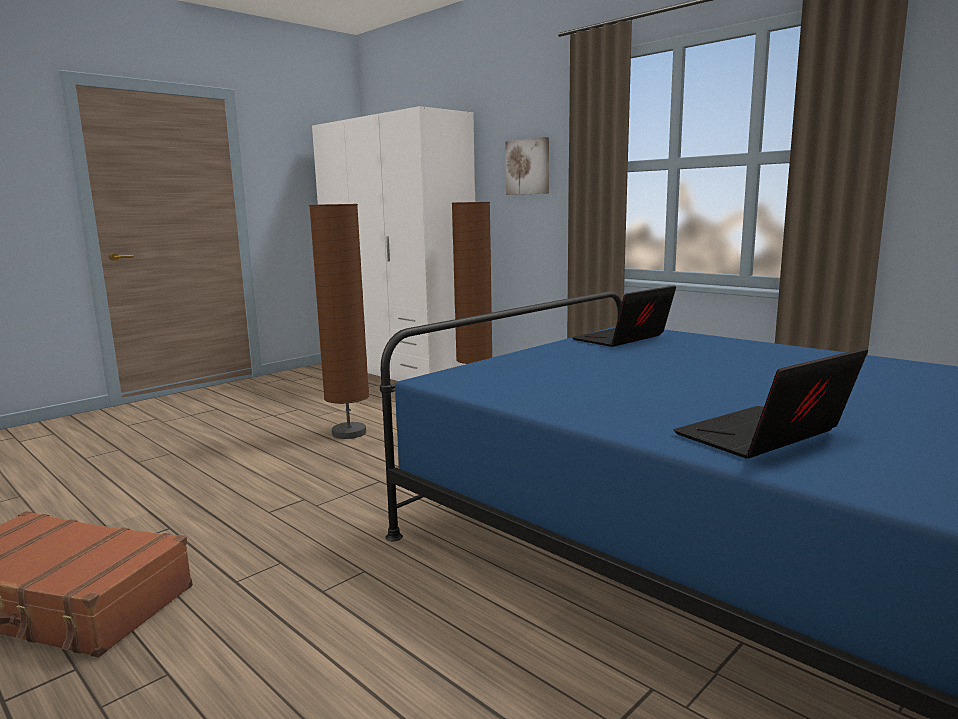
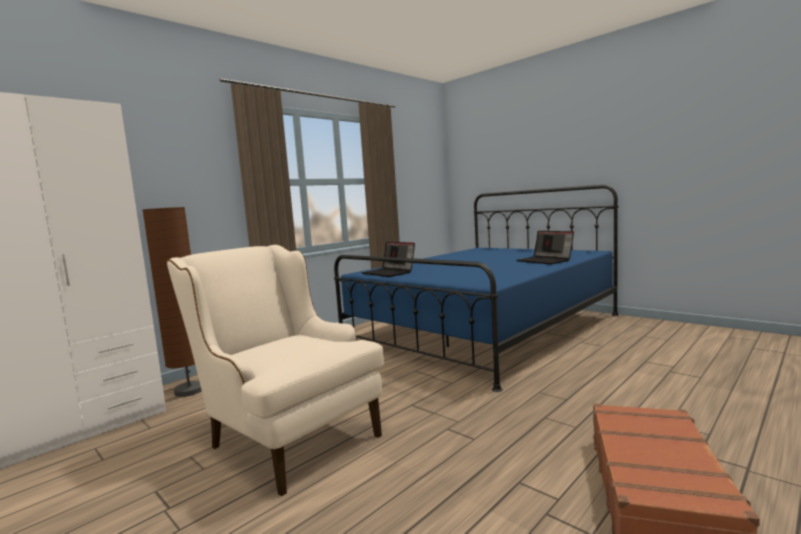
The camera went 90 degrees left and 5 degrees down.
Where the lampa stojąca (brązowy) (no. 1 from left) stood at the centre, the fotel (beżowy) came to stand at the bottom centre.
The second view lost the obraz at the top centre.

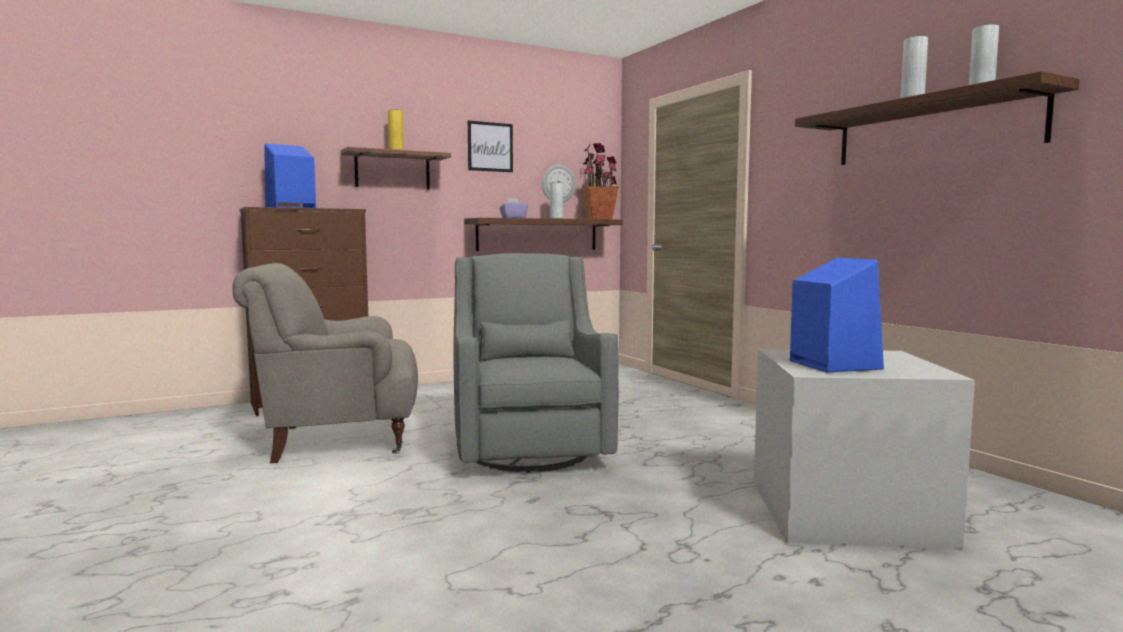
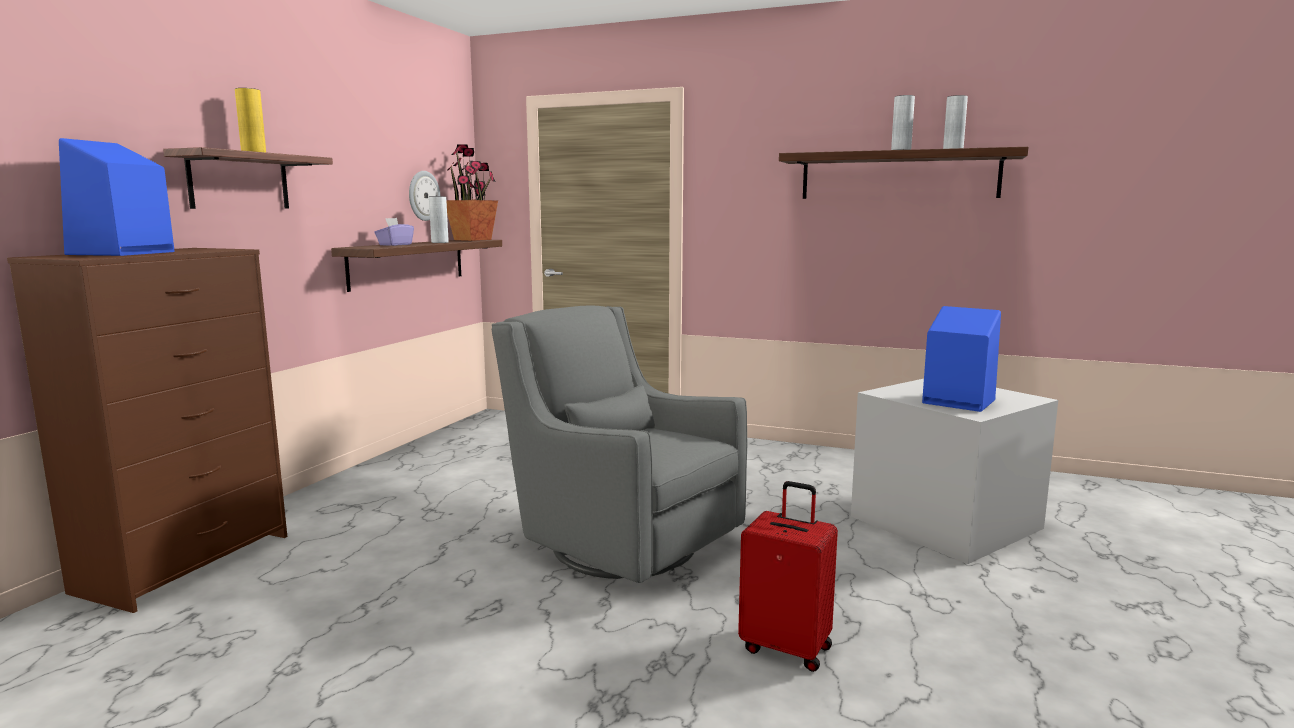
The camera went 40 degrees left and 5 degrees up.
The second view gained the walizka (czerwony) at the bottom centre.
The second view lost the fotel (szary) (no. 1 from left) at the middle left.
The second view lost the obraz at the top centre.

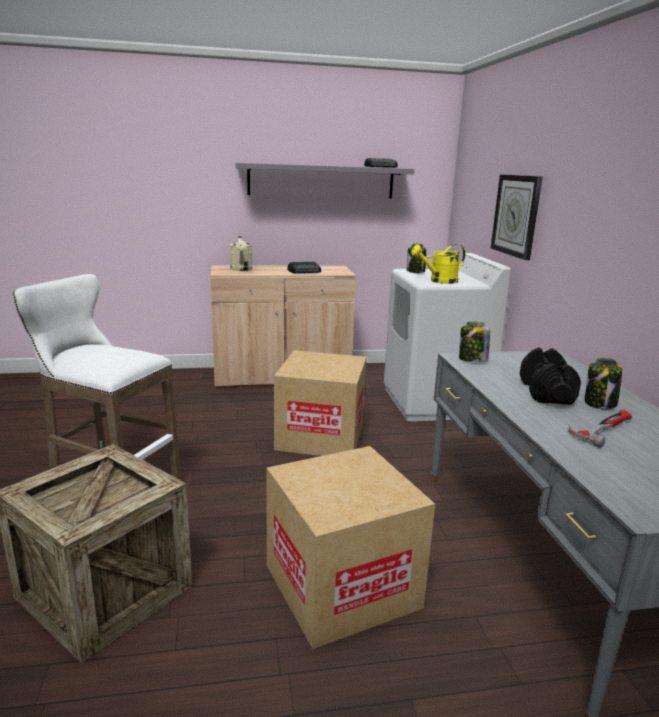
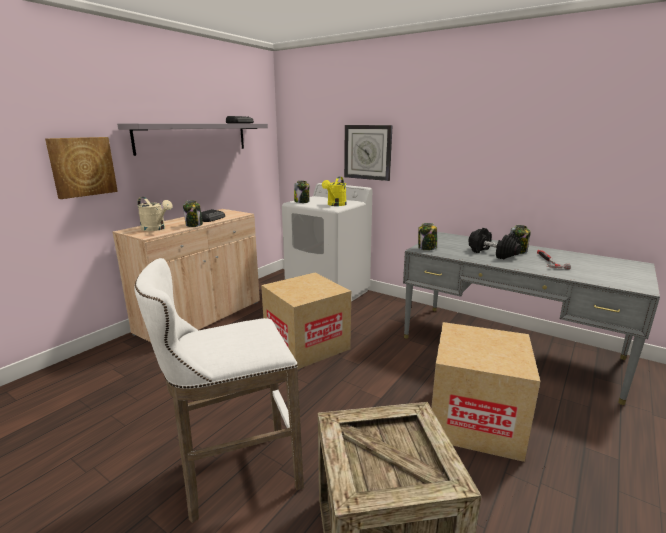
The camera went 45 degrees left and 0 degrees up.
The second view gained the obraz at the top left.
The second view gained the słoik (no. 1 from left) at the middle left.

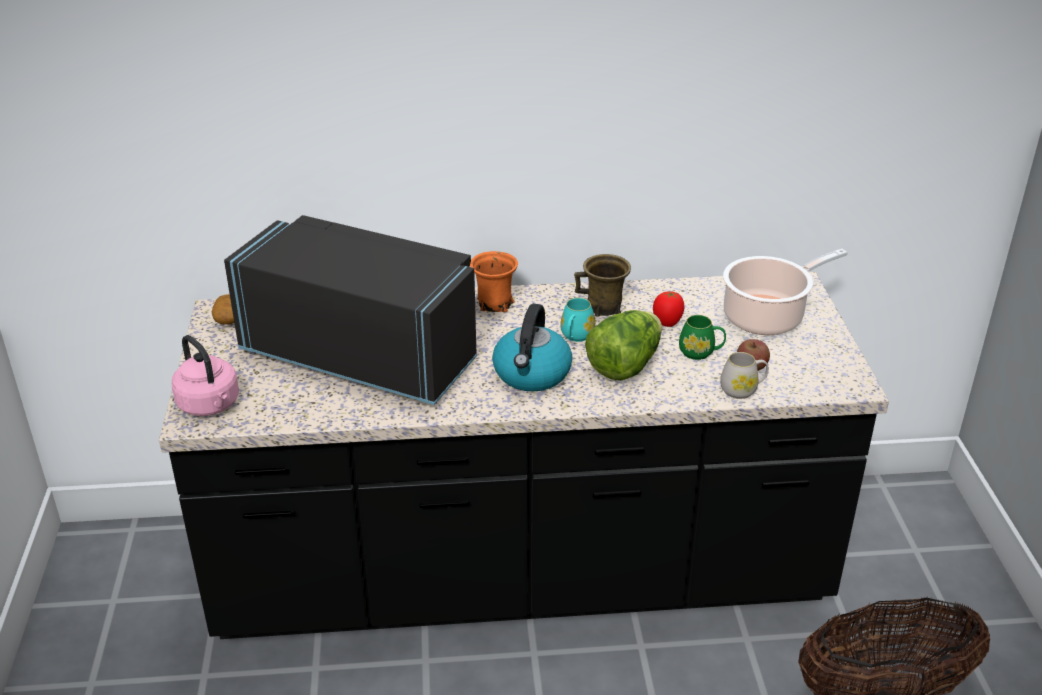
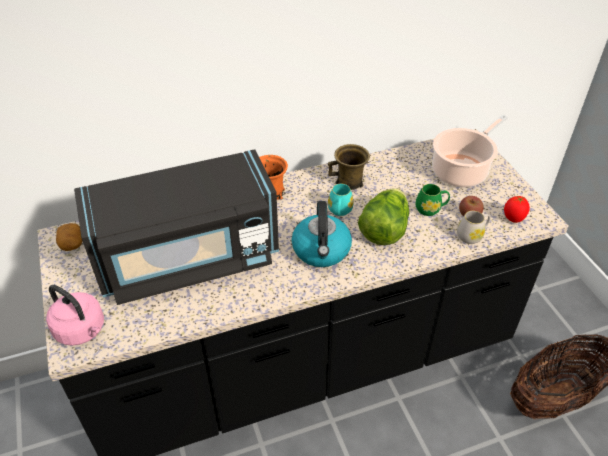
The camera went 15 degrees left and 10 degrees up.
The mikrofalówka (czarny) at the centre ended up facing another way, 150 degrees clockwise from before.
The pomidor ended up elsewhere, having gone from the centre to the middle right.

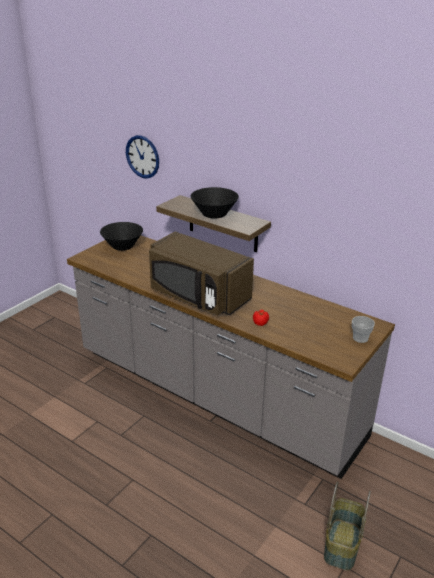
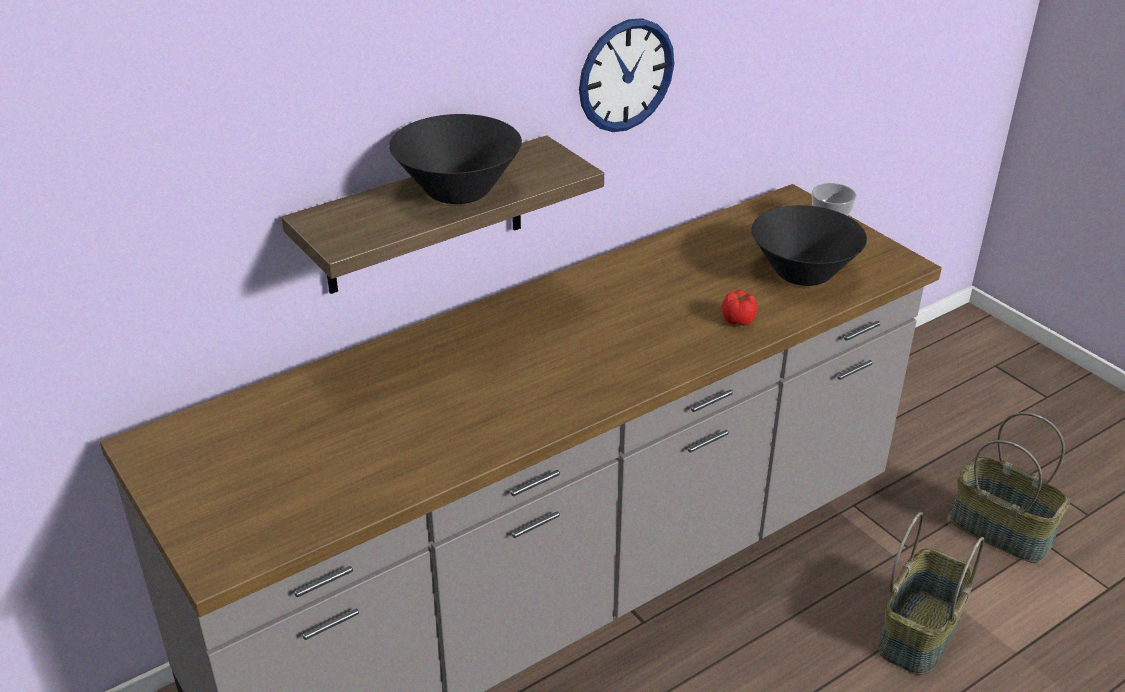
The camera went 70 degrees left and 5 degrees up.
The zegar ścienny ended up elsewhere, having gone from the top left to the top centre.
The miska (czarny) (no. 1 from left in the first image) ended up elsewhere, having gone from the middle left to the middle right.
The second view gained the koszyk (no. 1 from left) at the bottom right.
The second view lost the mikrofalówka (brązowy) at the centre.

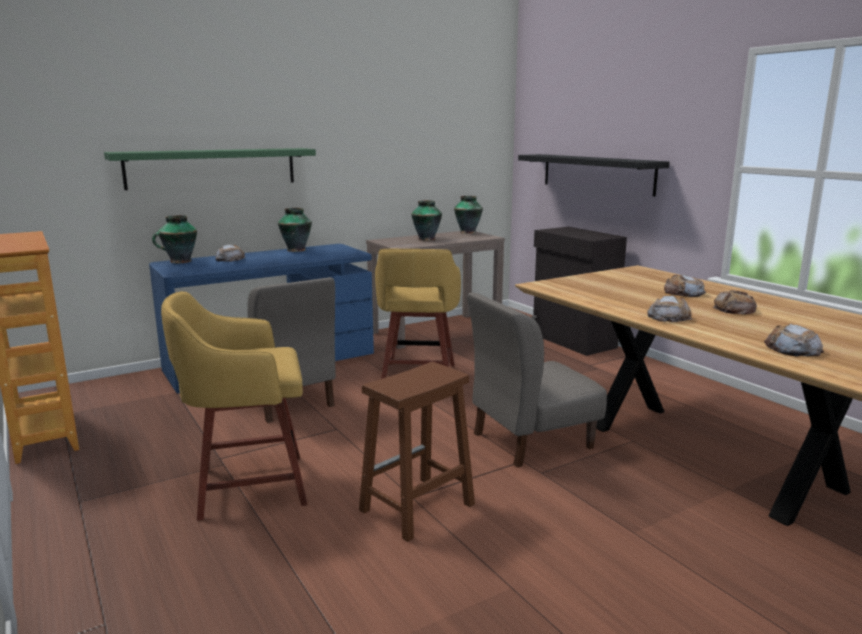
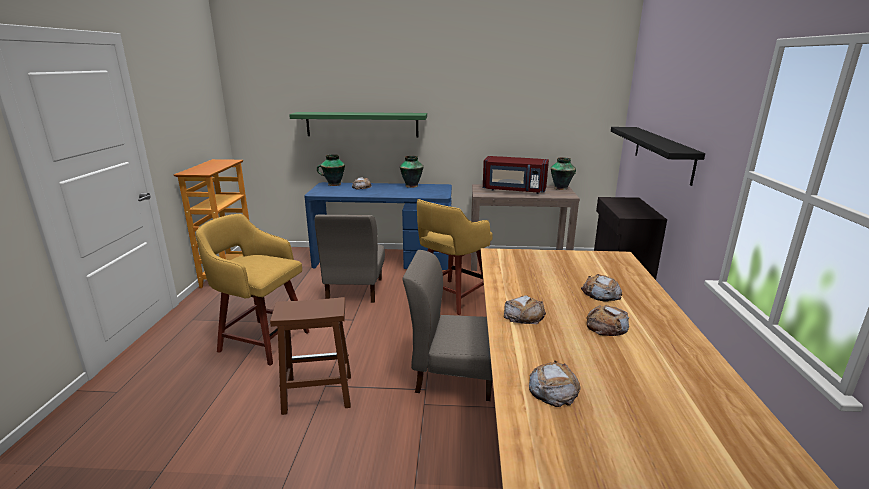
The camera went 35 degrees right and 5 degrees up.
Where the wazon (no. 3 from left) stood at the centre, the mikrofalówka (czerwony) came to stand at the centre.

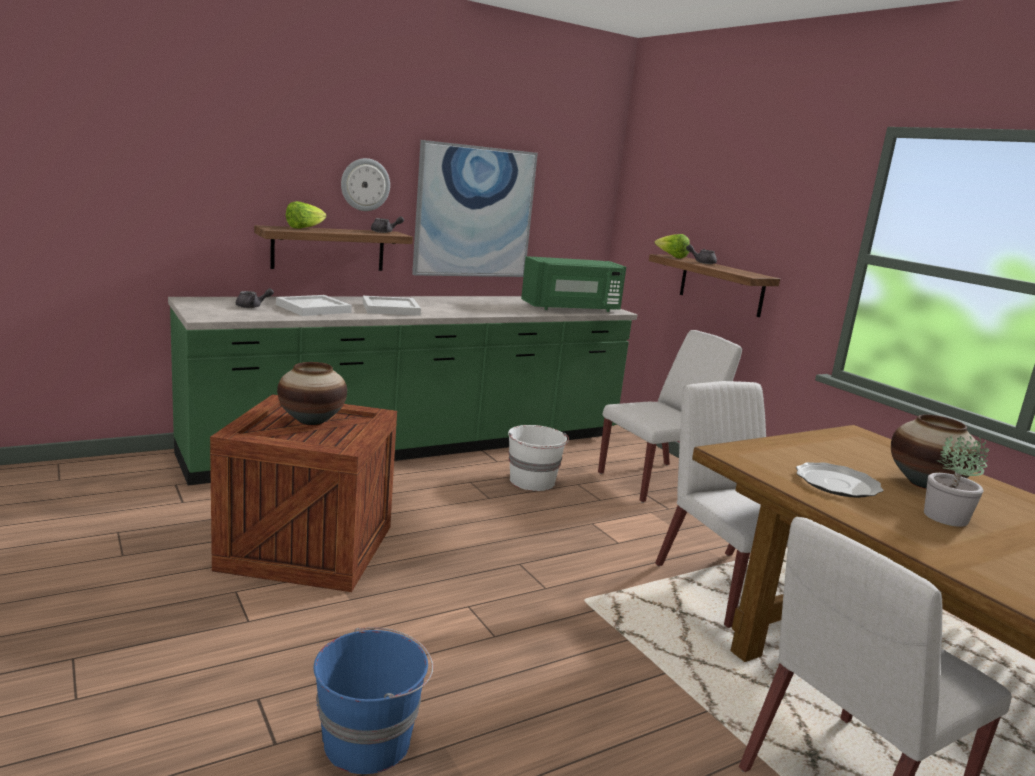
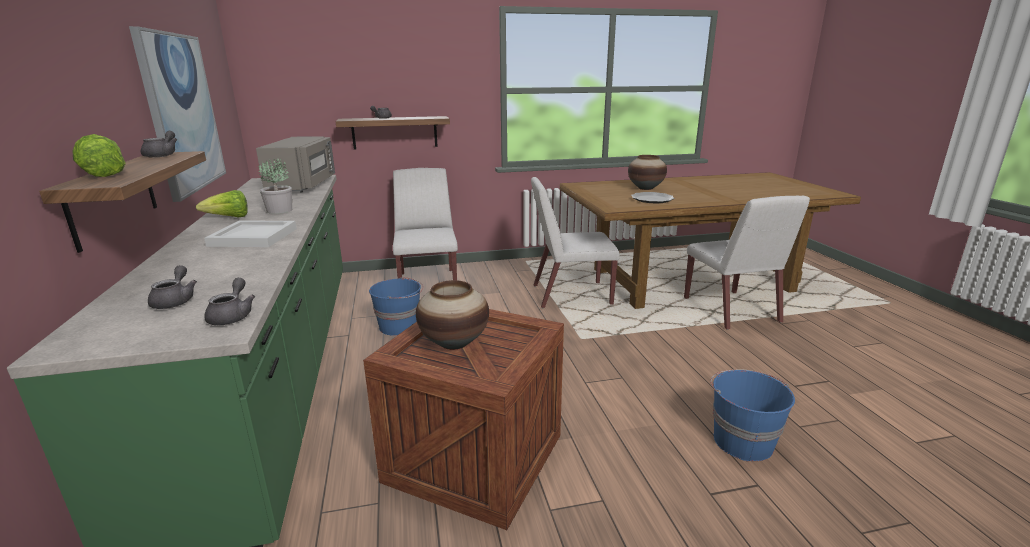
The camera went 70 degrees left and 5 degrees up.
The sałata (no. 2 from left) ended up elsewhere, having gone from the top centre to the middle left.
The second view gained the imbryk (szary) (no. 3 from left) at the middle left.
What was the mikrofalówka (zielony) at the centre turned into the mikrofalówka (szary) at the top left.
The roślina doniczkowa ended up elsewhere, having gone from the middle right to the middle left.
What was the wiadro (biały) at the centre turned into the wiadro (niebieski) (no. 1 from left) at the centre.
The second view lost the taca (biały) (no. 1 from left) at the middle left.
The second view lost the zegar ścienny at the top centre.

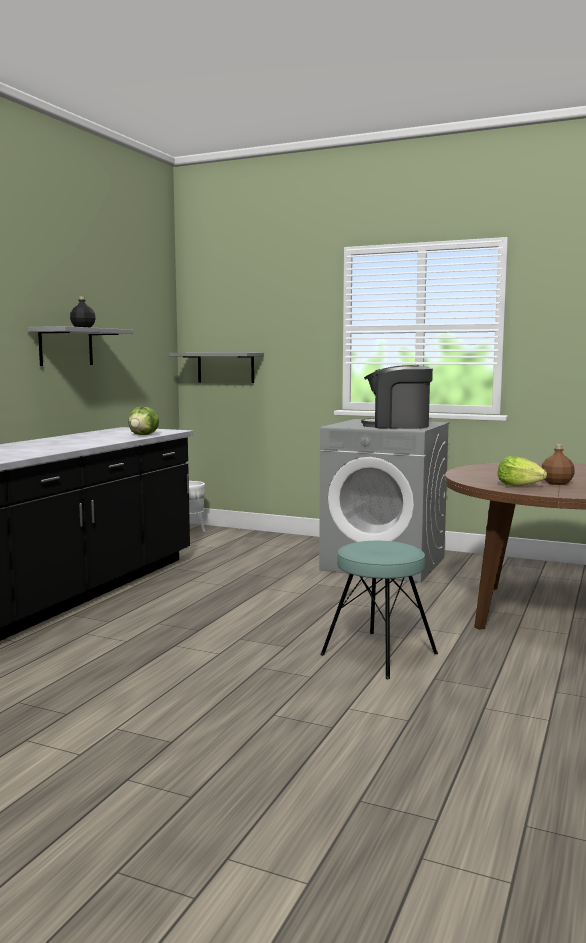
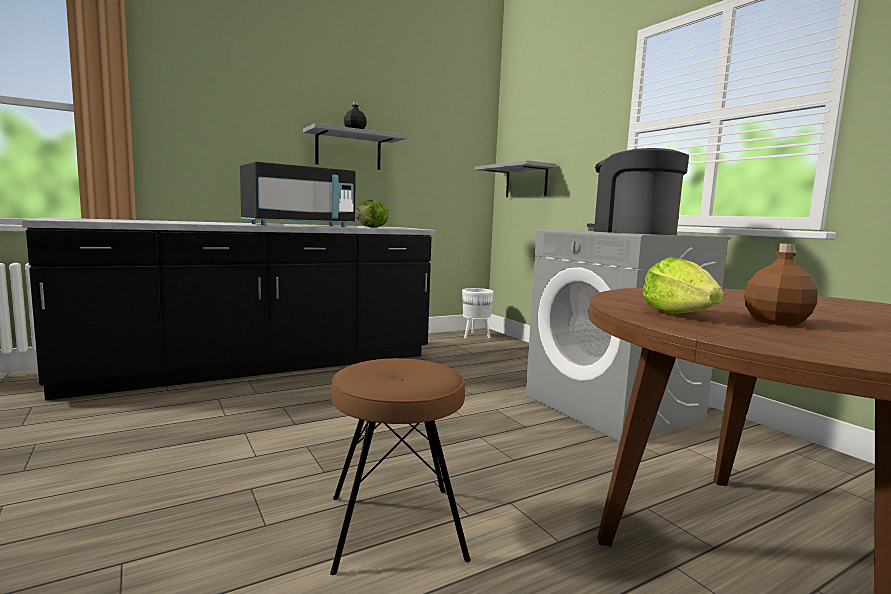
The camera went 35 degrees right and 0 degrees up.
The second view gained the mikrofalówka (czarny) at the top centre.
What was the stołek (turkusowy) at the centre turned into the stołek (brązowy) at the bottom centre.

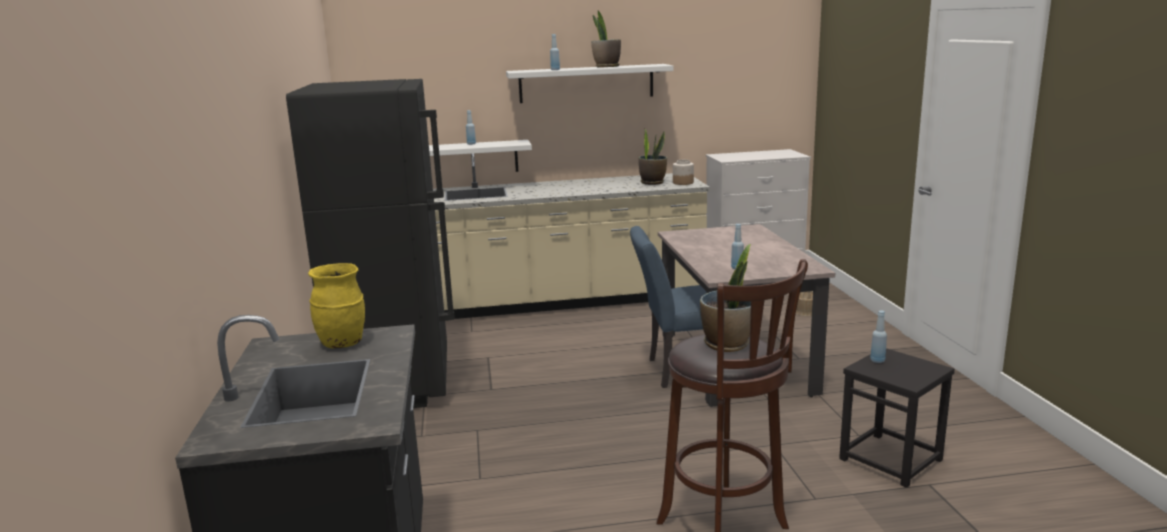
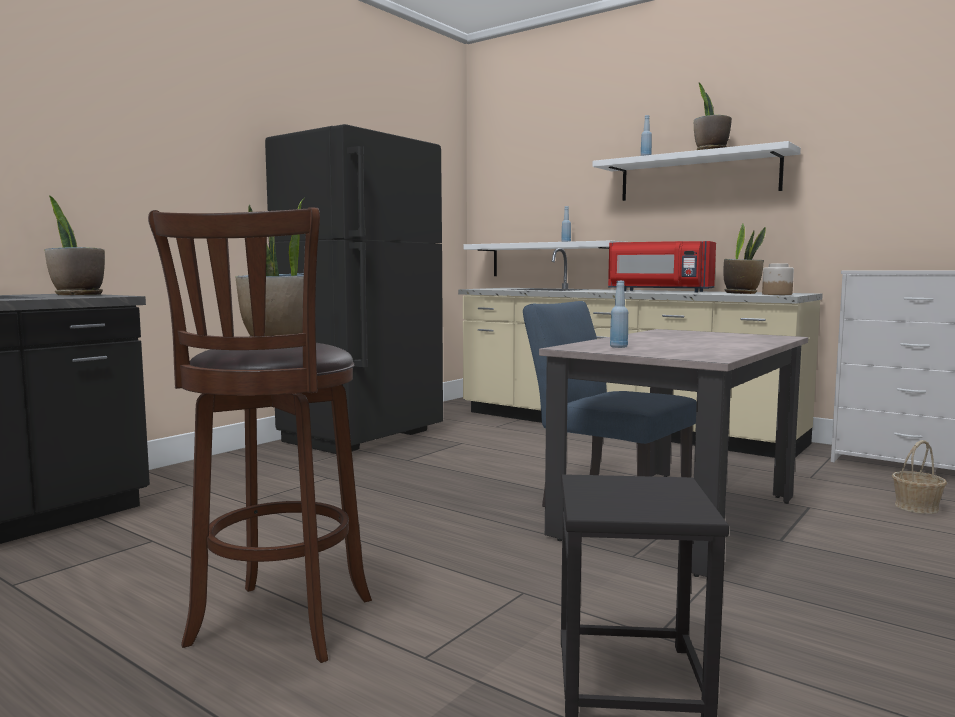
The camera went 45 degrees right and 10 degrees down.
Where the wazon (żółty) stood at the middle left, the roślina doniczkowa (no. 1 from left) came to stand at the middle left.
The second view gained the mikrofalówka (czerwony) at the middle right.
The second view lost the butelka (niebieski) (no. 4 from left) at the middle right.

